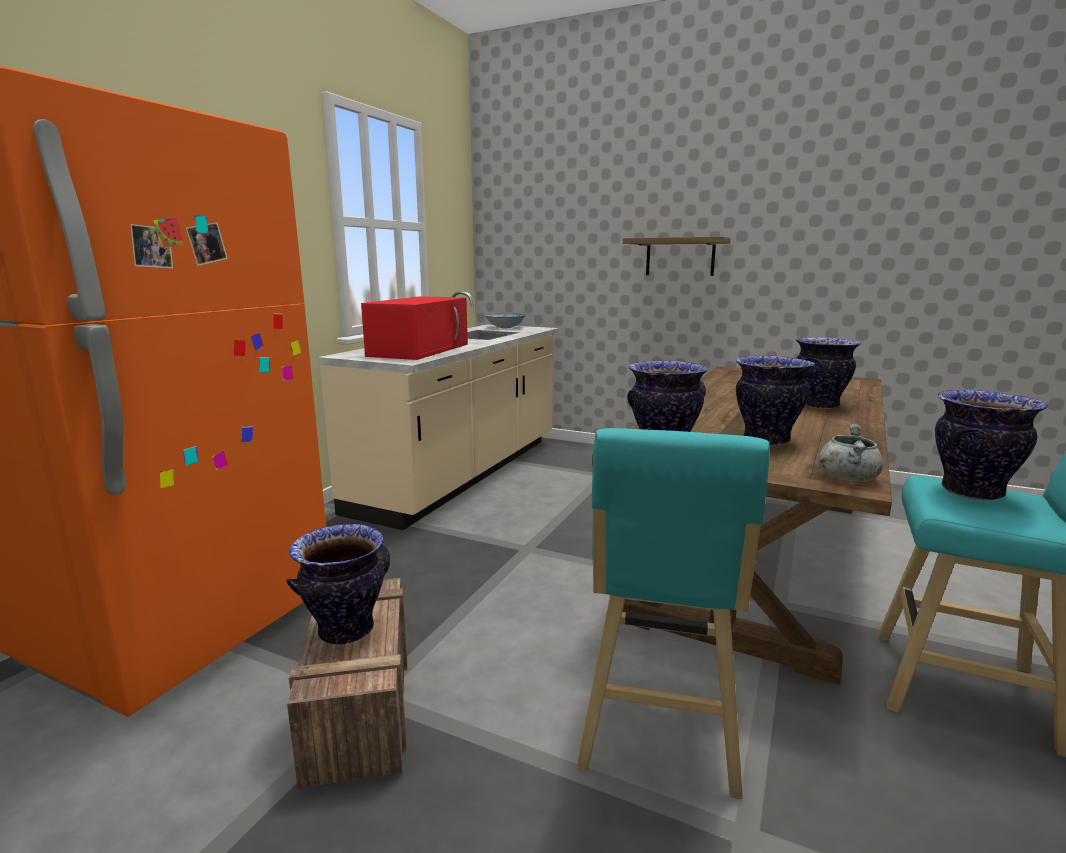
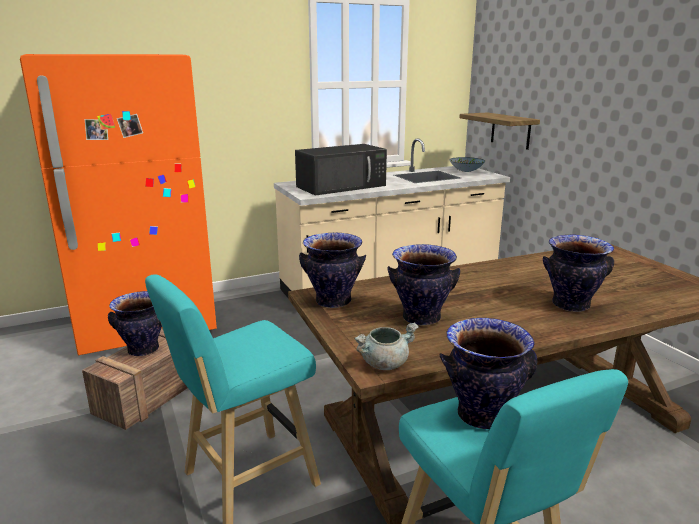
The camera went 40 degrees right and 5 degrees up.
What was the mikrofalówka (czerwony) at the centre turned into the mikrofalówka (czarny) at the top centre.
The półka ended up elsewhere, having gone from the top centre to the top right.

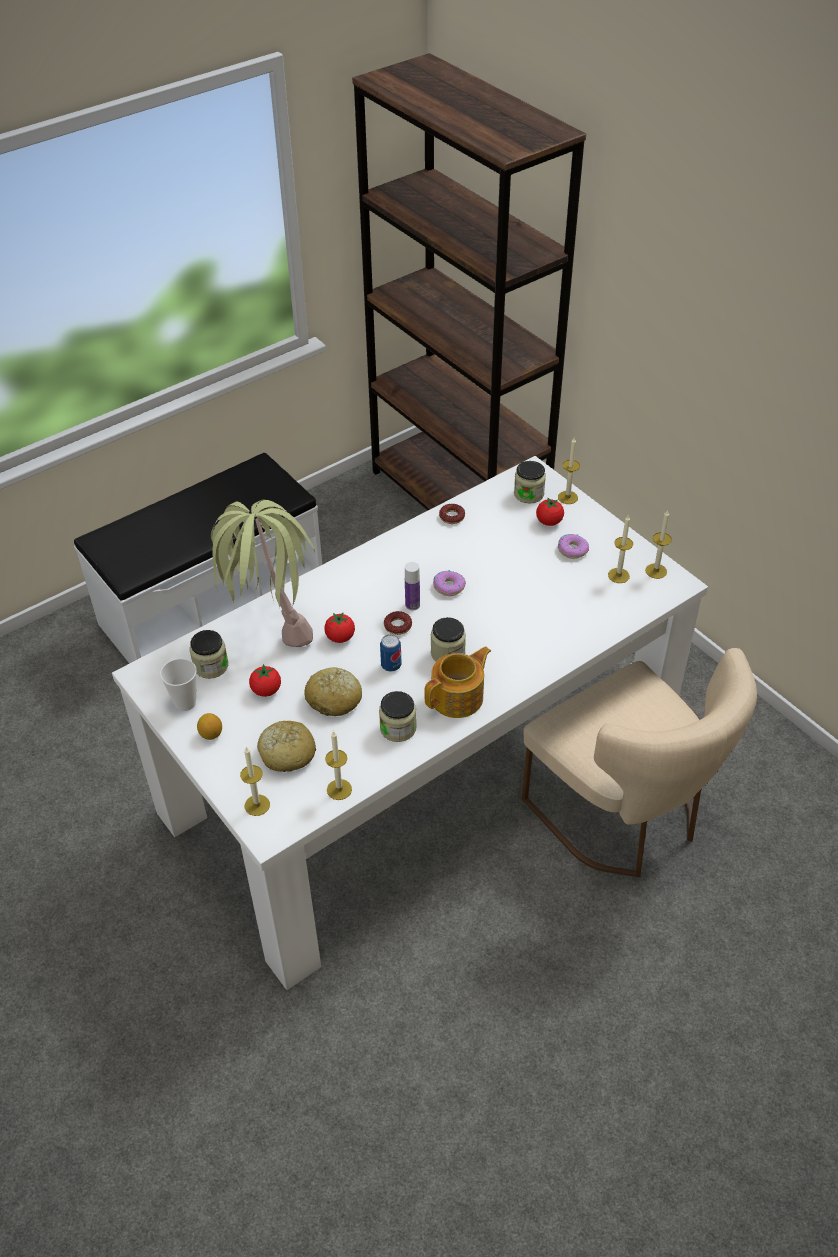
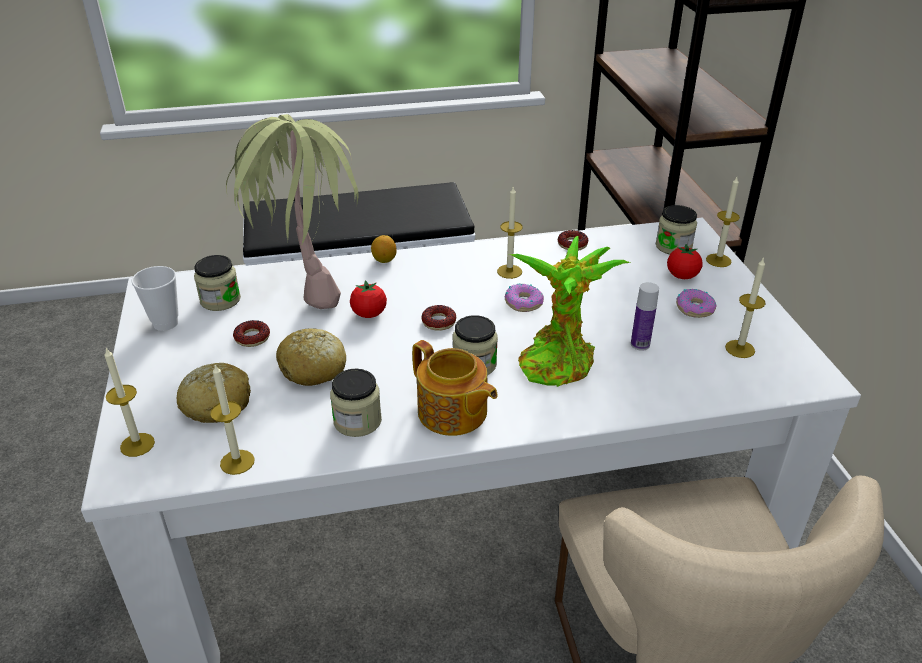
The camera went 25 degrees right and 10 degrees down.
Where the pomidor (no. 1 from left) stood at the middle left, the donut (no. 1 from left) came to stand at the middle left.
The cytryna ended up elsewhere, having gone from the middle left to the centre.
The imbryk at the centre ended up facing another way, 60 degrees clockwise from before.
The świeca (no. 5 from left in the first image) ended up elsewhere, having gone from the middle right to the centre.
The second view gained the roślina doniczkowa (no. 2 from left) at the centre.
The butelka ended up elsewhere, having gone from the centre to the middle right.
The second view lost the puszka at the centre.

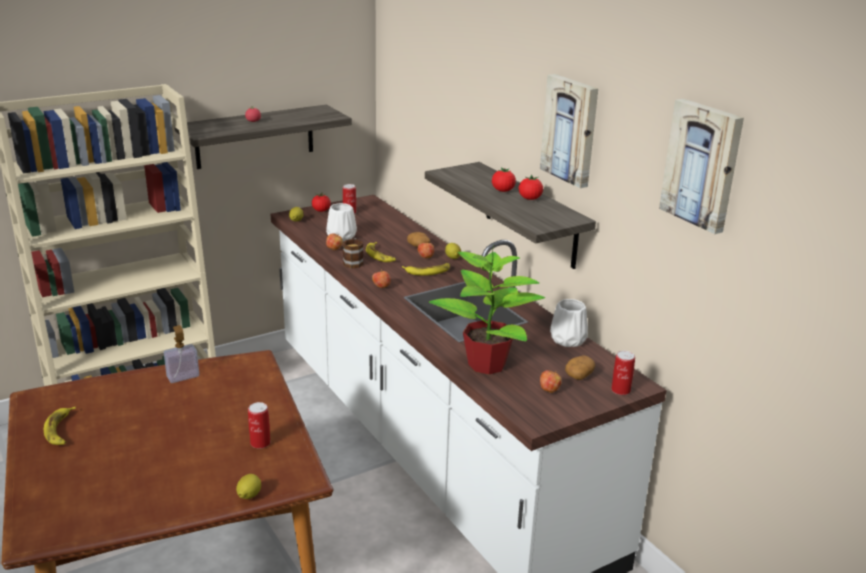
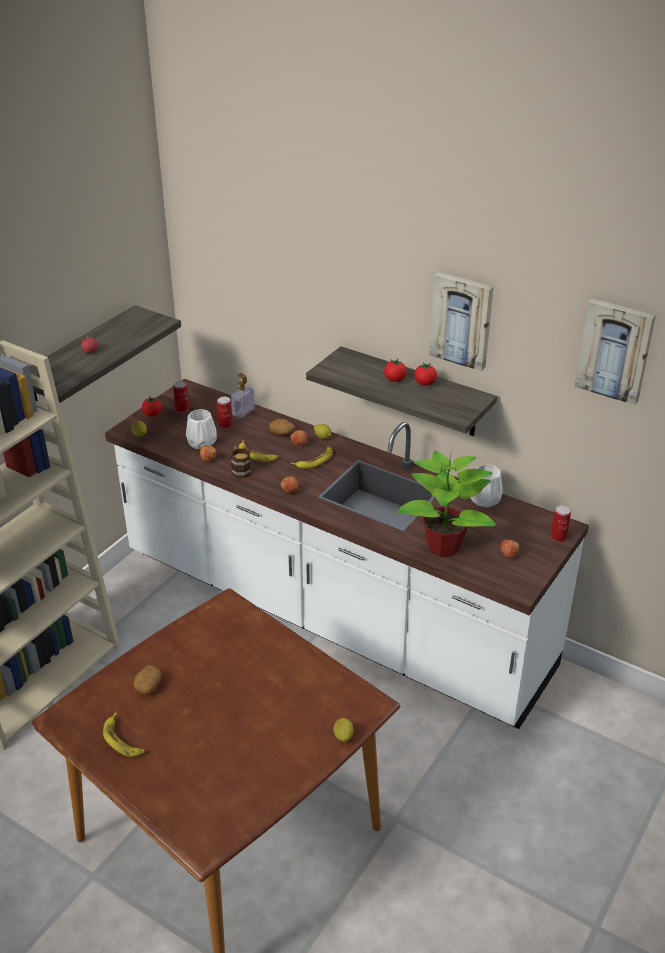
The camera went 25 degrees left and 10 degrees up.
The ziemniak (no. 2 from left in the first image) ended up elsewhere, having gone from the middle right to the bottom left.
The puszka (no. 1 from left in the first image) ended up elsewhere, having gone from the bottom left to the centre.
The dozownik mydła ended up elsewhere, having gone from the middle left to the centre.

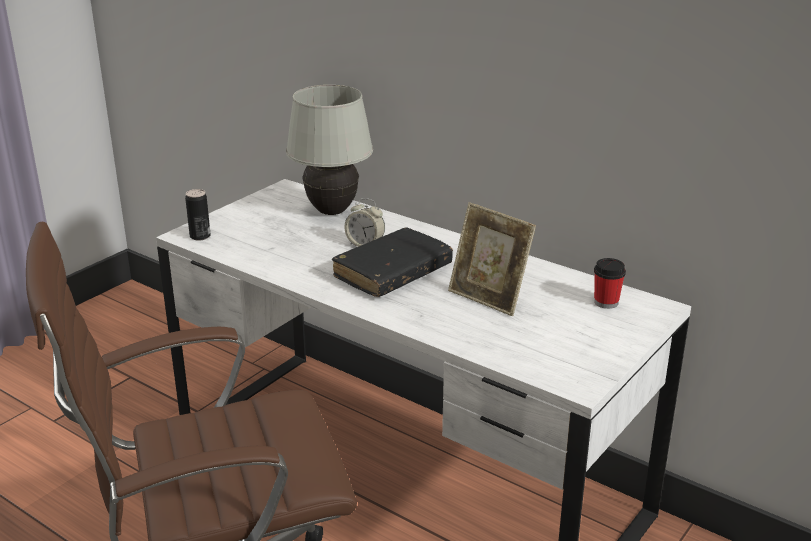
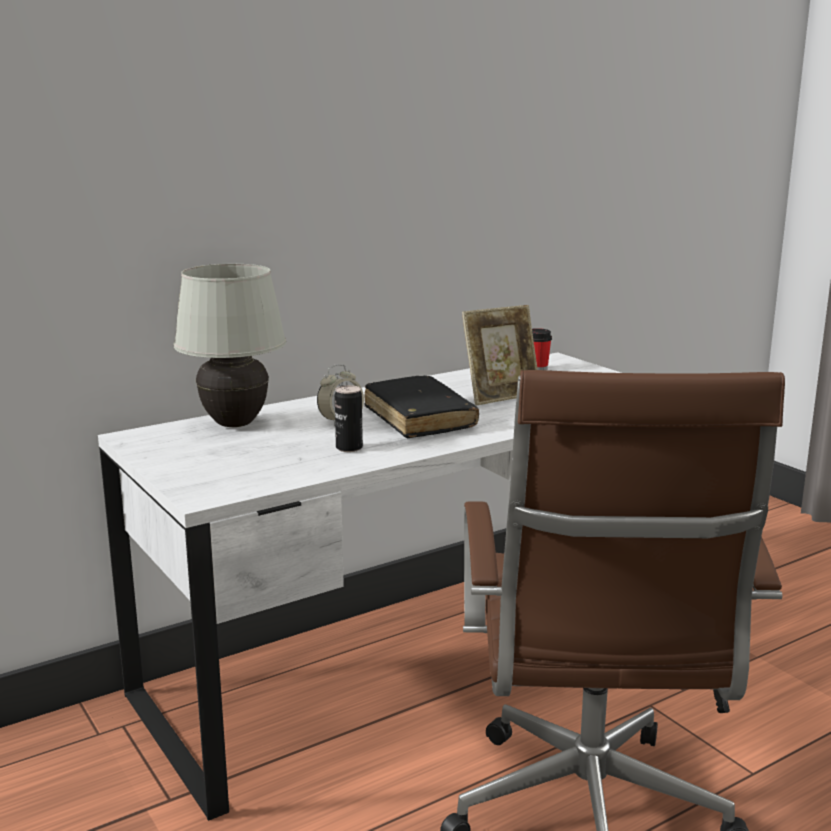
The camera went 70 degrees left and 10 degrees down.
The puszka ended up elsewhere, having gone from the middle left to the centre.

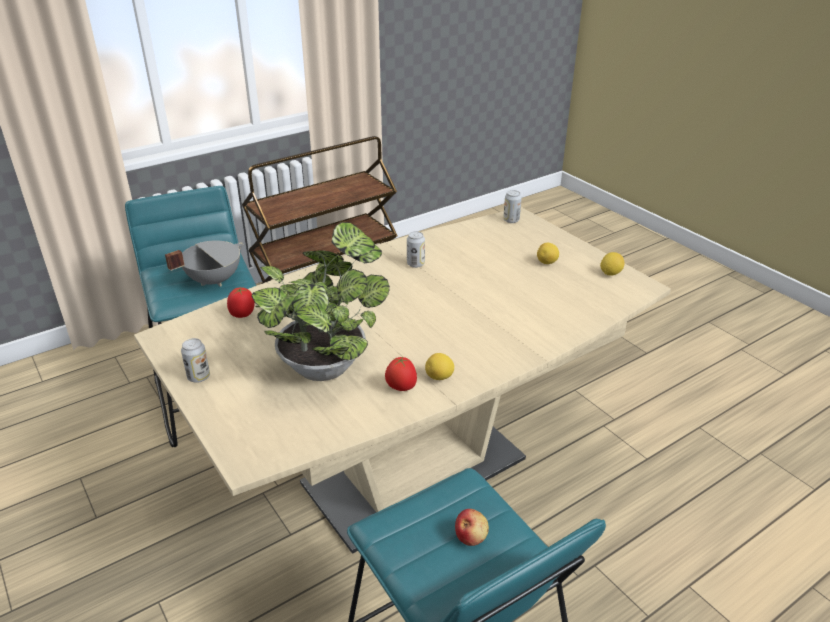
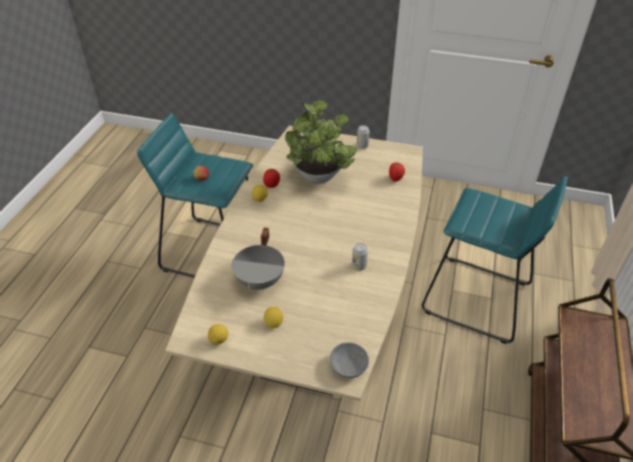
The camera went 140 degrees right and 10 degrees up.
The garnek (szary) ended up elsewhere, having gone from the middle left to the centre.
Where the puszka (no. 3 from left) stood at the top centre, the miska (szary) came to stand at the bottom centre.

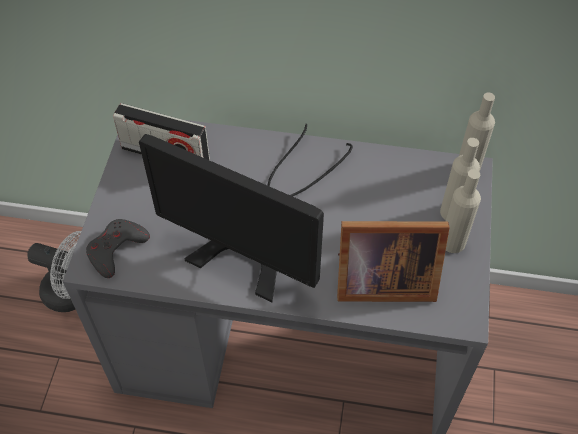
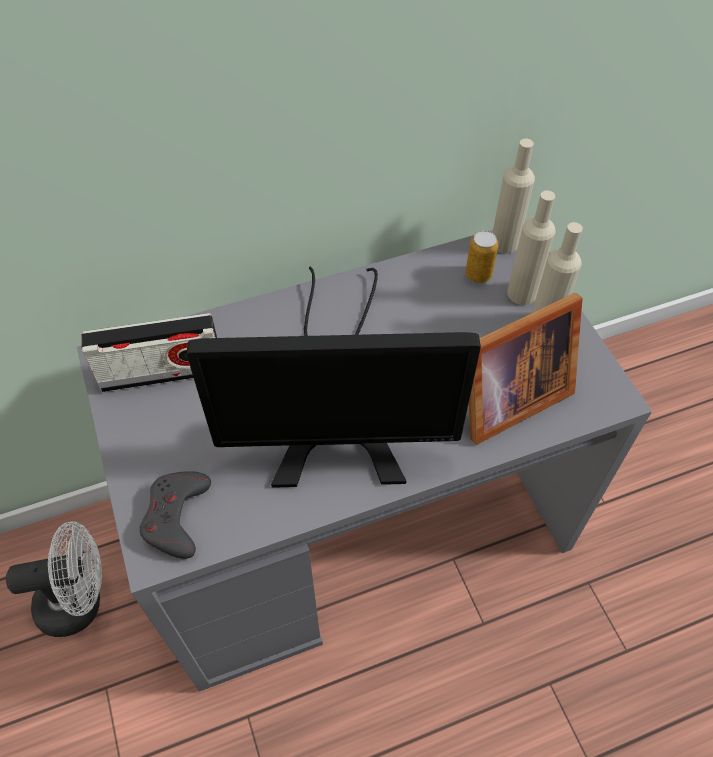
The camera went 30 degrees left and 0 degrees up.
The second view gained the puszka at the middle right.

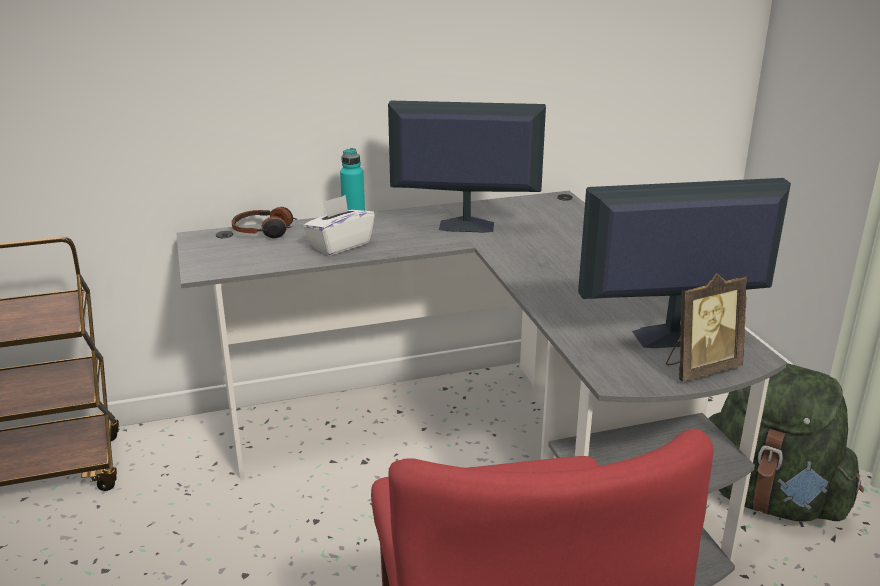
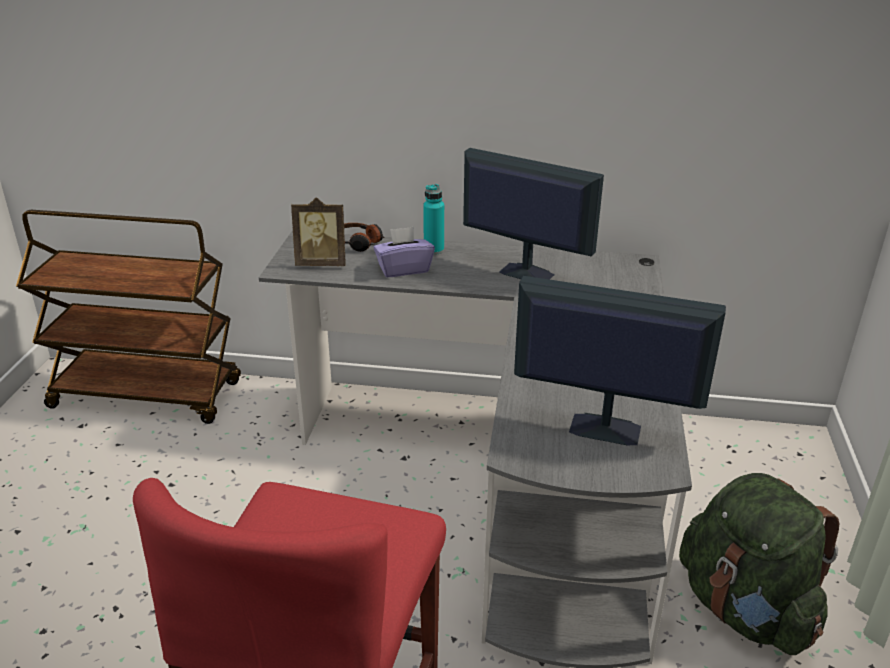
The camera went 25 degrees right and 5 degrees up.
The ramka na zdjęcie ended up elsewhere, having gone from the middle right to the centre.
What was the pudełko chusteczek (biały) at the centre turned into the pudełko chusteczek (fioletowy) at the centre.

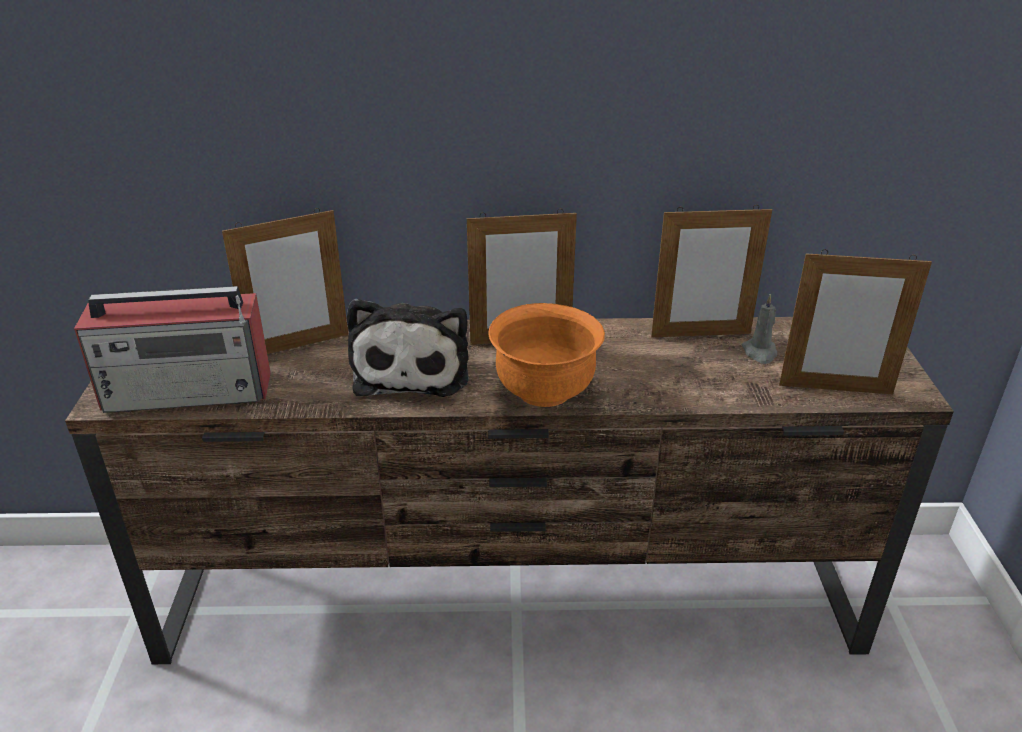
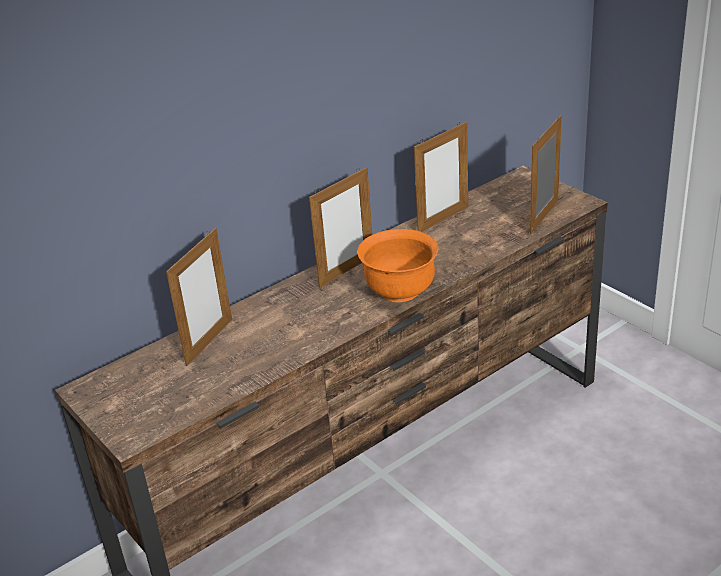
The camera went 35 degrees left and 0 degrees up.
The ramka na zdjęcie (no. 4 from left) at the middle right ended up facing another way, 150 degrees clockwise from before.
The second view lost the radio at the middle left.
The second view lost the pluszak at the centre.
The second view lost the świeca (szary) at the middle right.

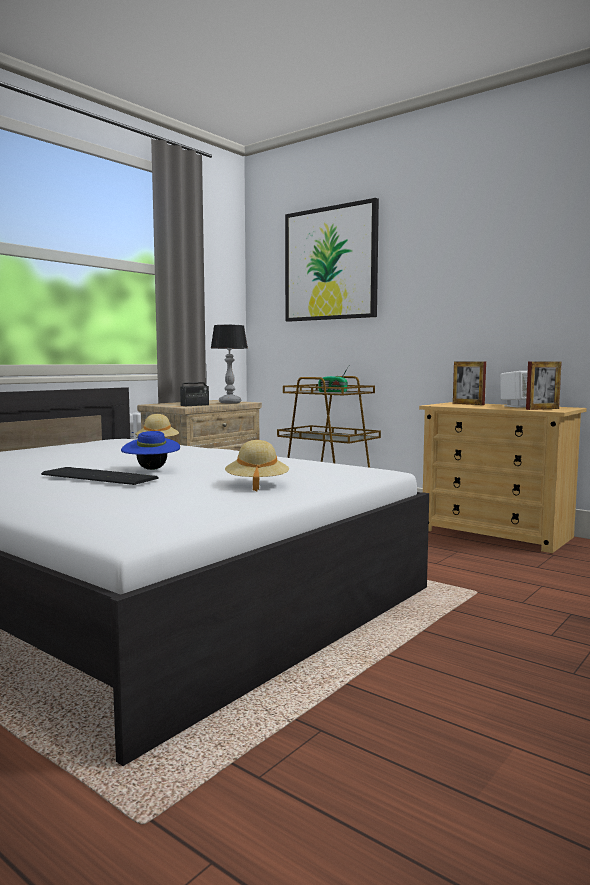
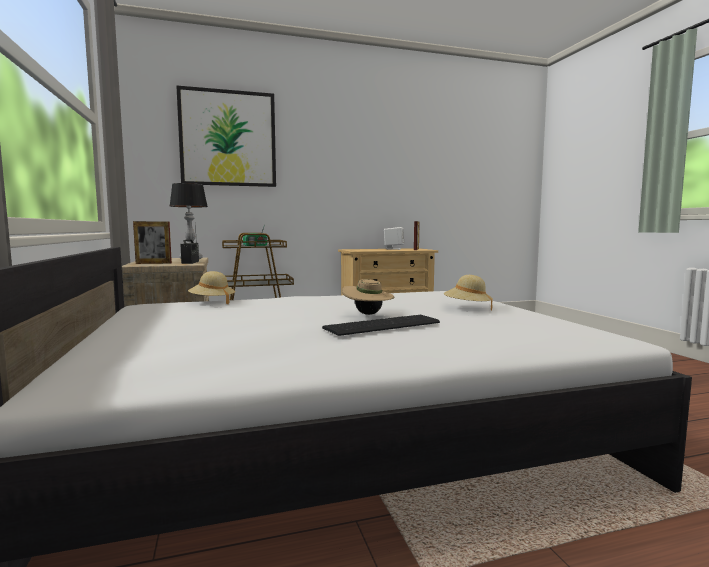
The camera went 55 degrees left and 0 degrees up.
The ramka na zdjęcie (no. 1 from left) ended up elsewhere, having gone from the middle right to the middle left.
What was the kapelusz (niebieski) at the middle left turned into the kapelusz (beżowy) (no. 2 from left) at the centre.

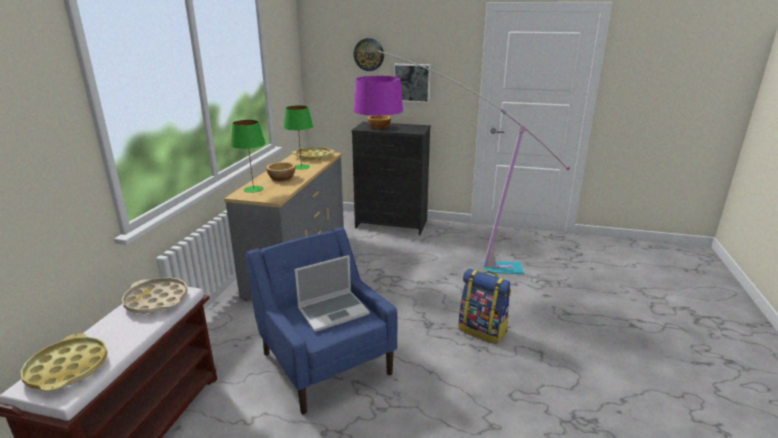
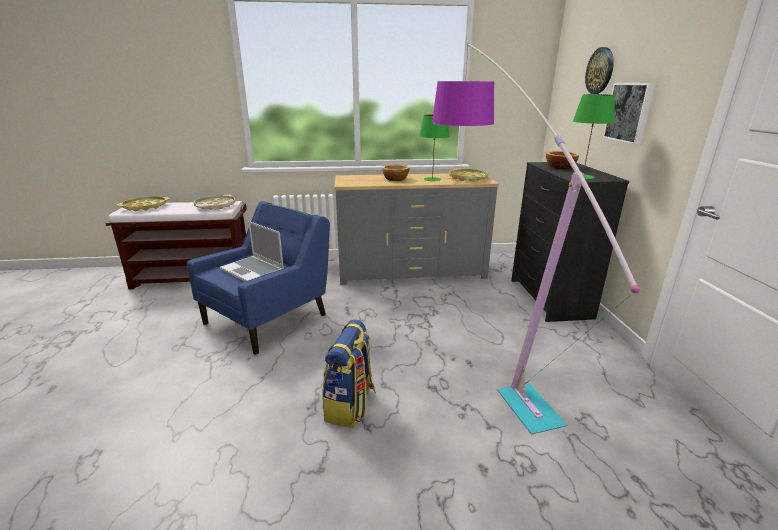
The camera went 70 degrees right and 0 degrees up.
The lampa stołowa (zielony) (no. 1 from left in the first image) ended up elsewhere, having gone from the middle left to the top right.

